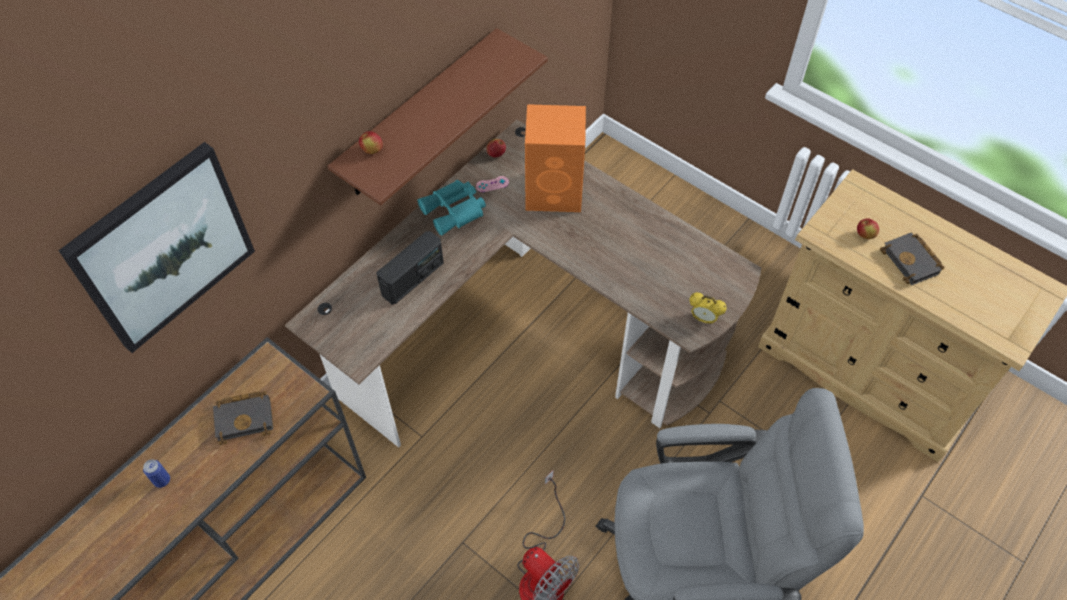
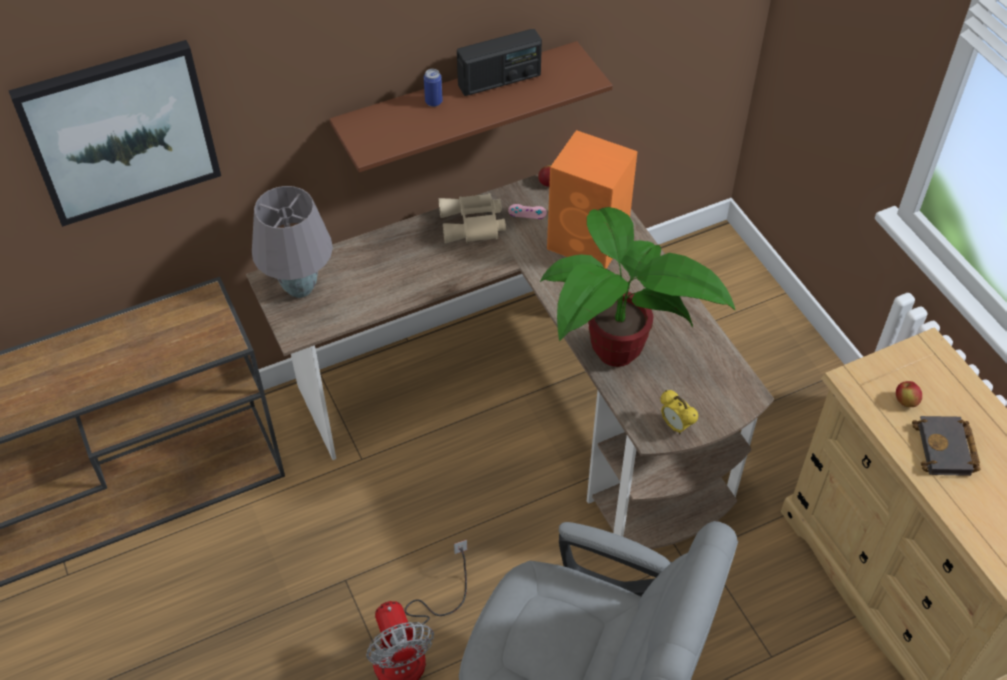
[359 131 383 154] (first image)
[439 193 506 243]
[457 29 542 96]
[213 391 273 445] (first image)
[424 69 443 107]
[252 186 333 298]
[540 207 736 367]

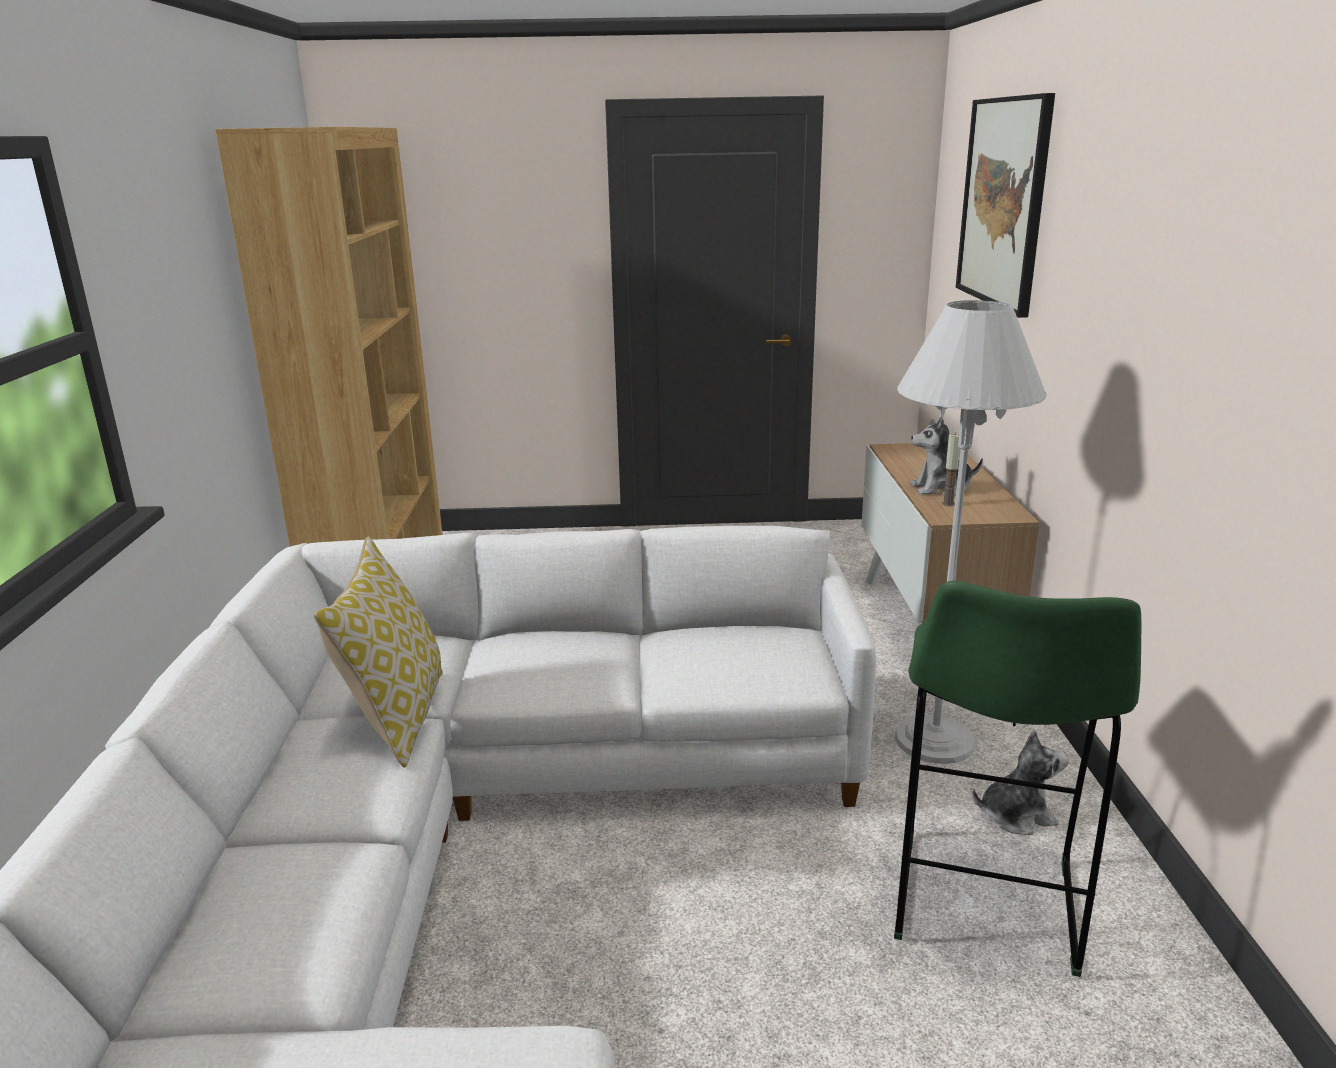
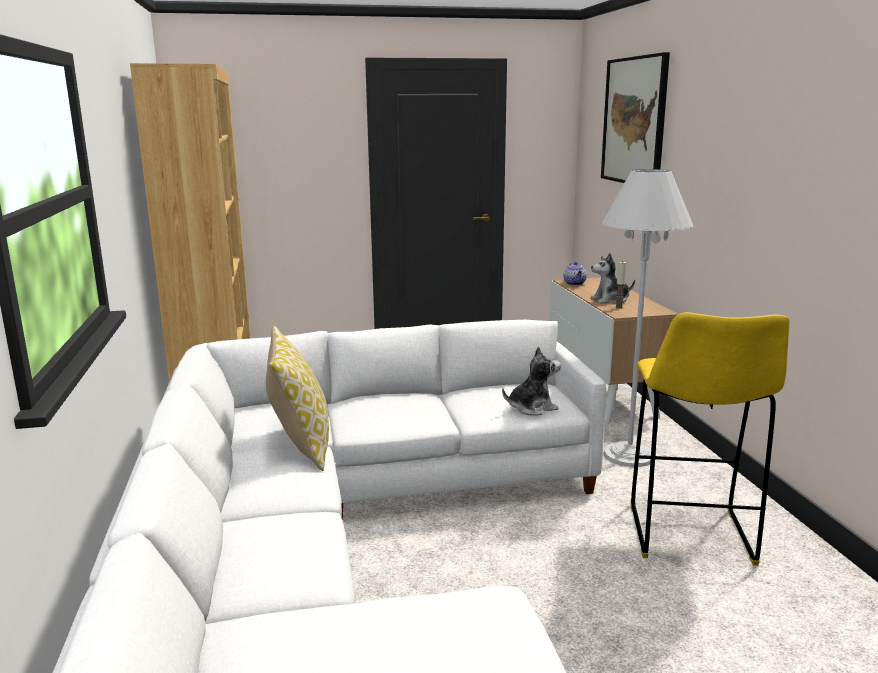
[631 312 790 566]
[502 346 561 415]
[563 262 587 286]

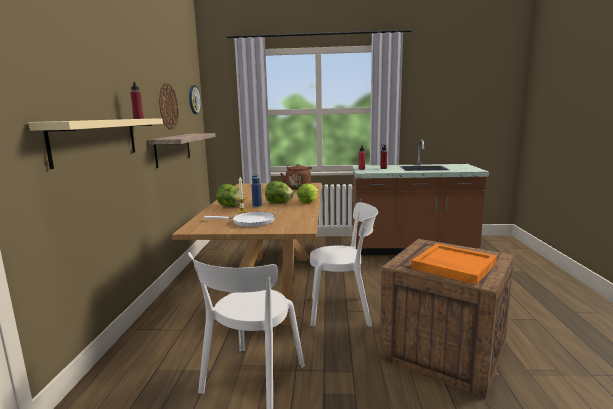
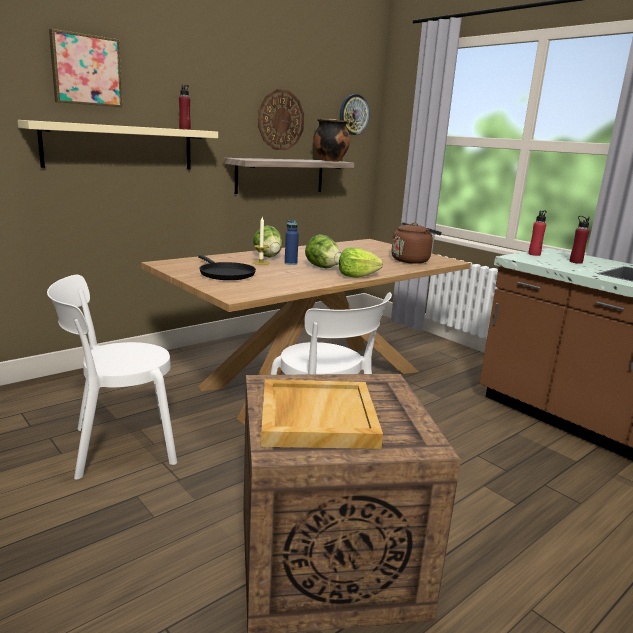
[198 255 256 280]
[261 379 383 449]
[49 29 122 107]
[313 119 350 162]

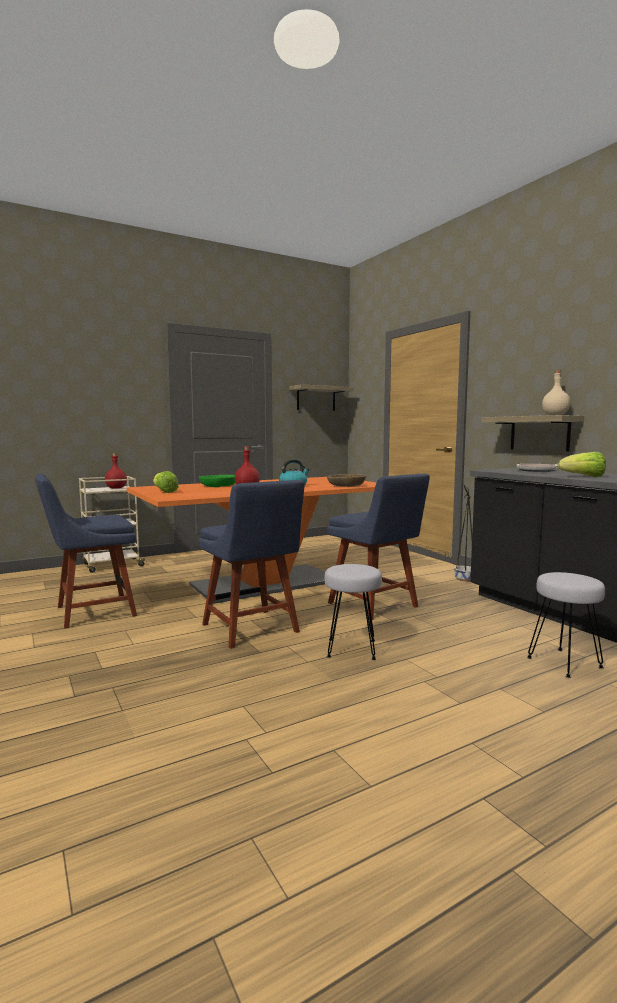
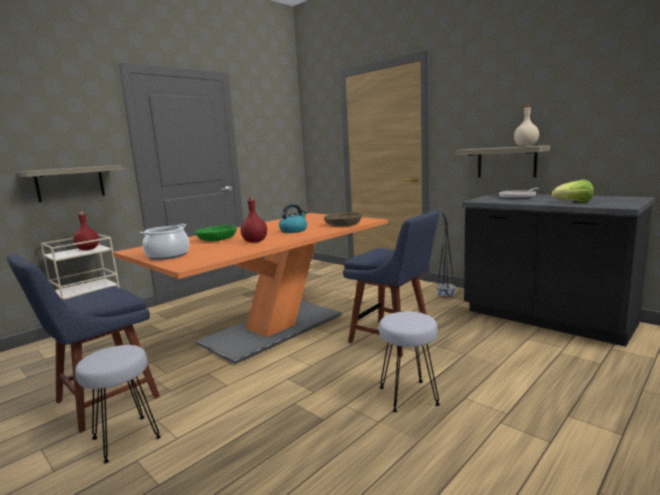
[18 165 123 203]
[140 224 189 260]
[199 480 305 649] (first image)
[75 345 161 463]

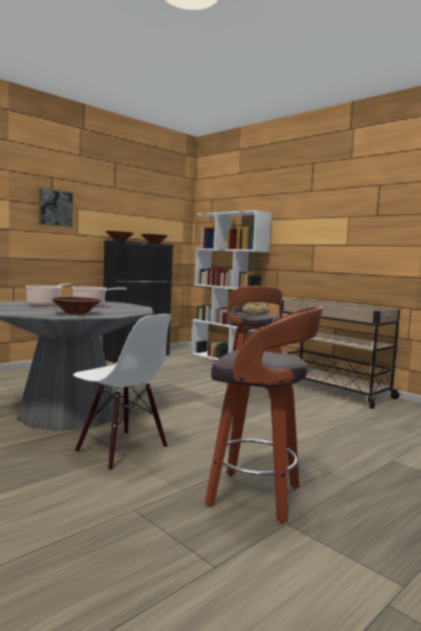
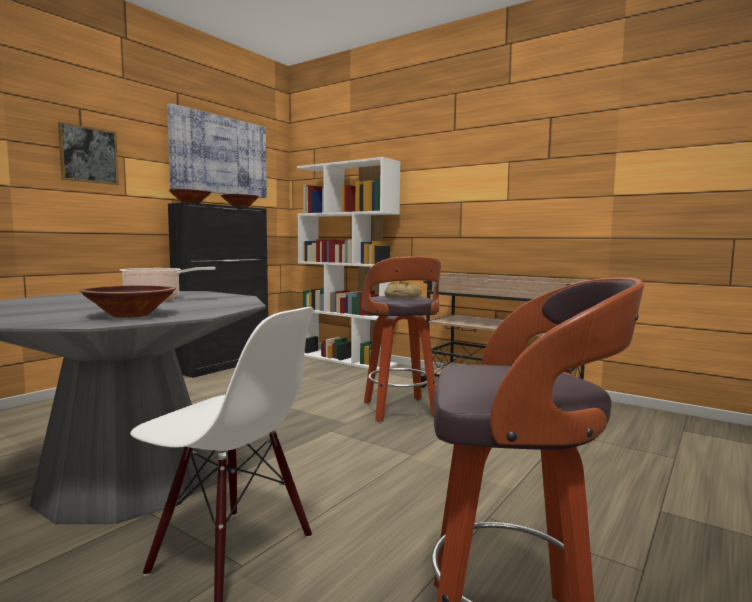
[25 283 71 307] (first image)
[167 103 267 198]

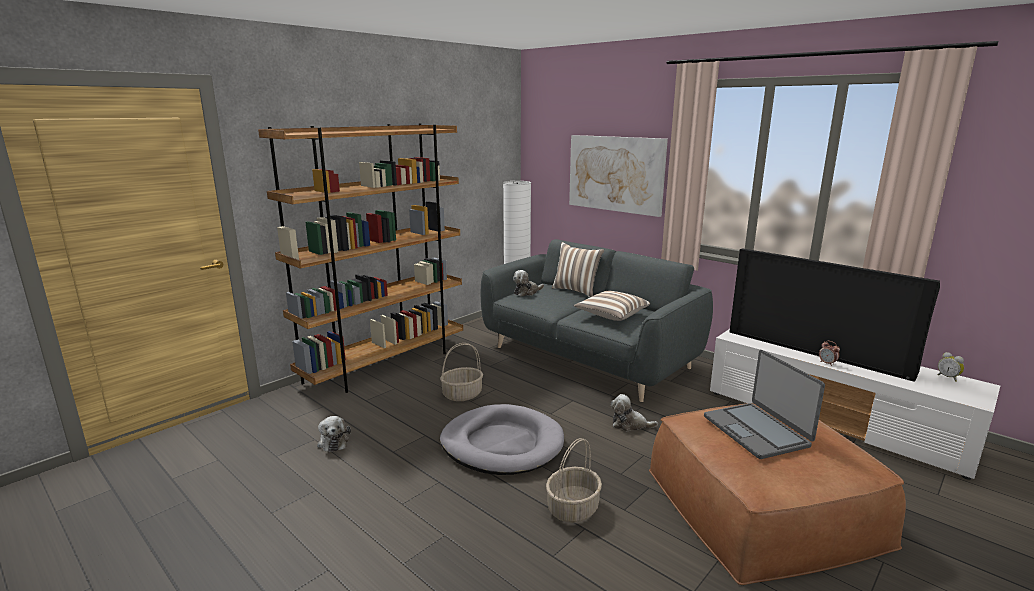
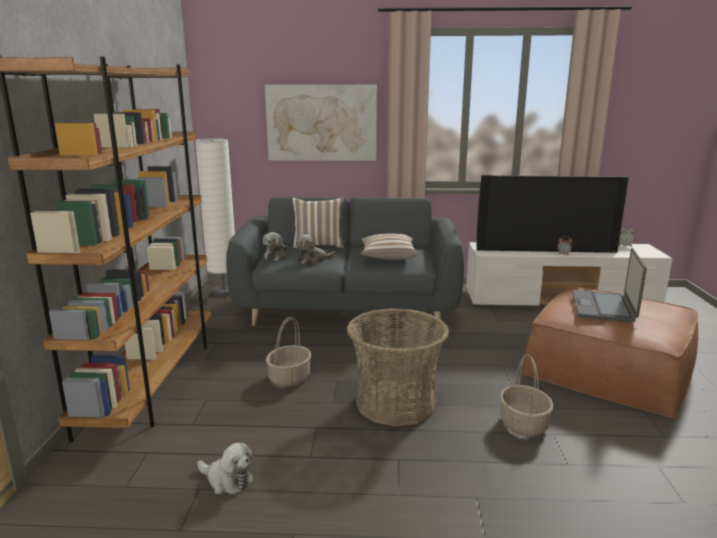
[573 248 647 323]
[296 235 335 264]
[347 308 449 427]

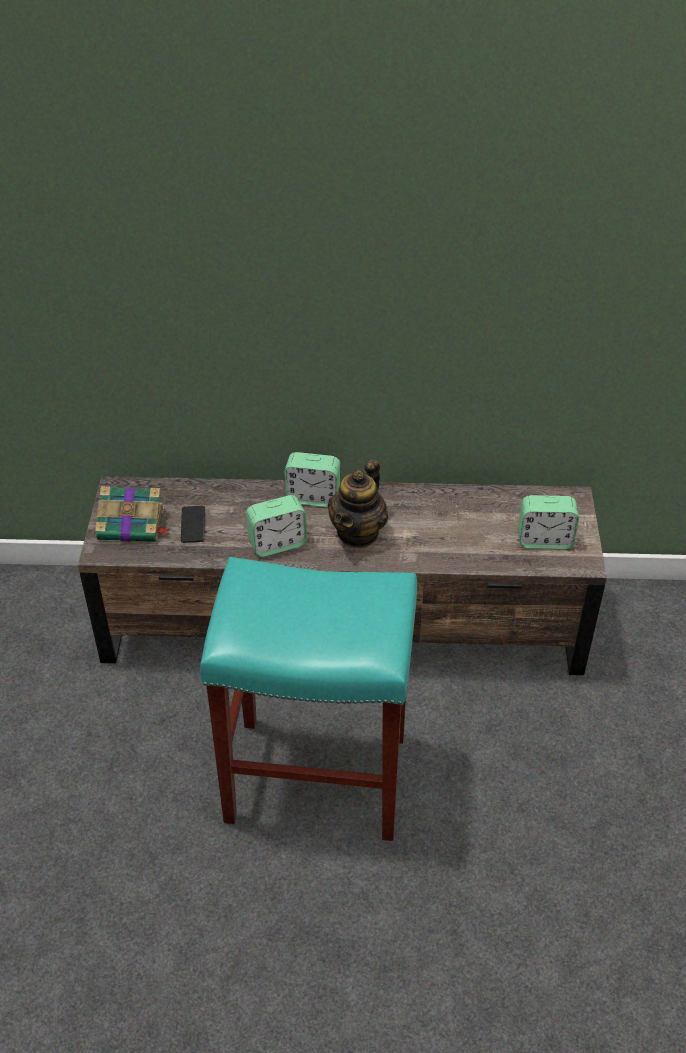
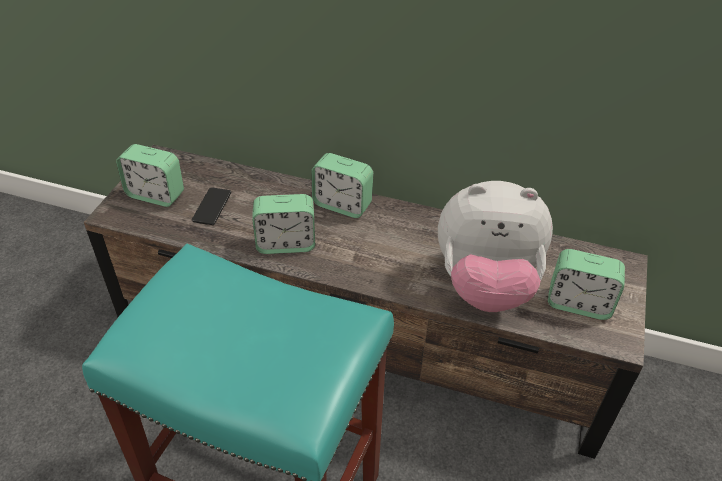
[328 459 388 548] (first image)
[116 144 184 207]
[438 181 553 312]

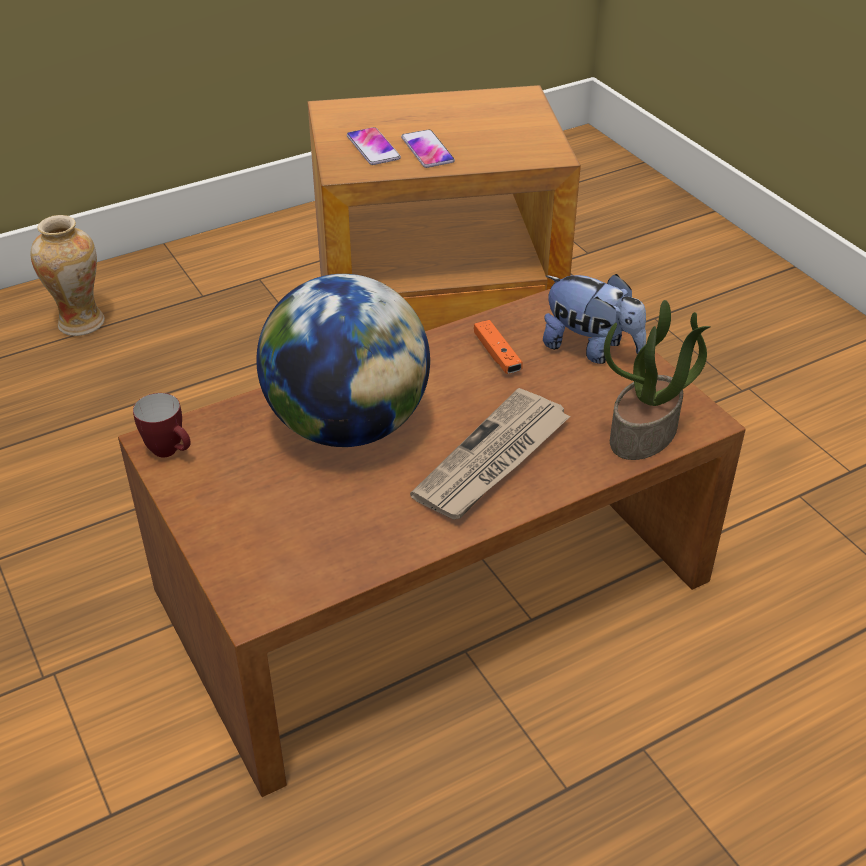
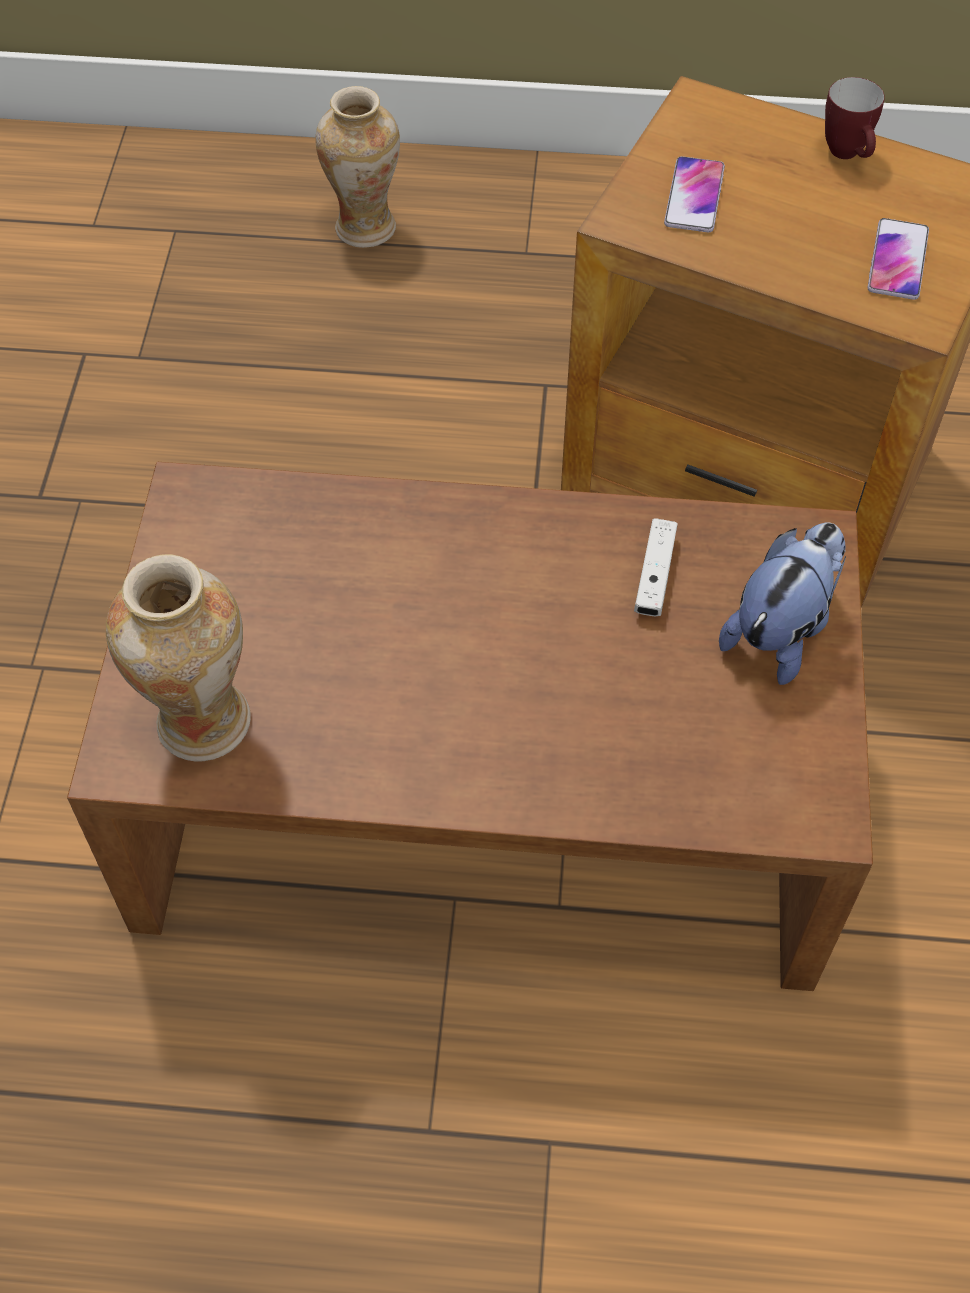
[868 218 929 300]
[256 274 430 447] (first image)
[719 523 846 685]
[604 300 711 460] (first image)
[634 519 678 616]
[410 388 571 520] (first image)
[825 77 885 159]
[106 554 251 762]

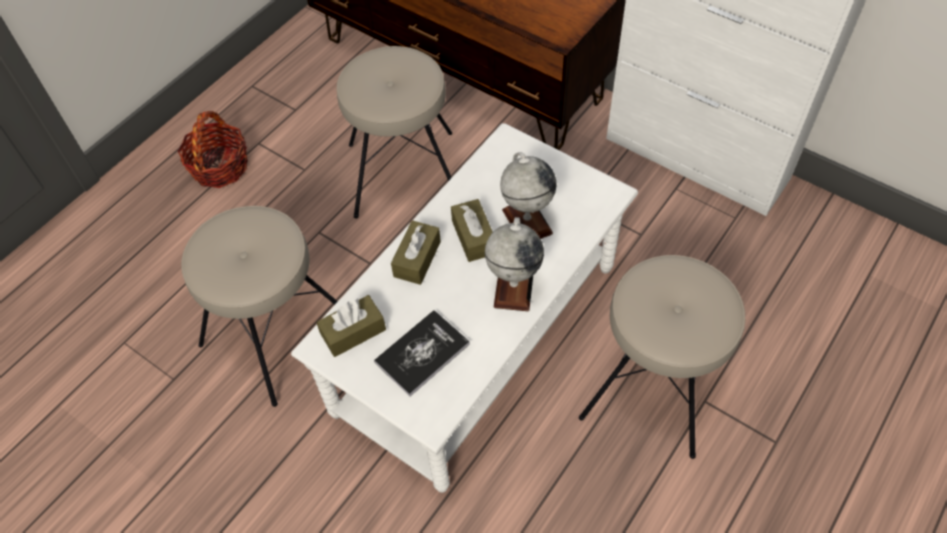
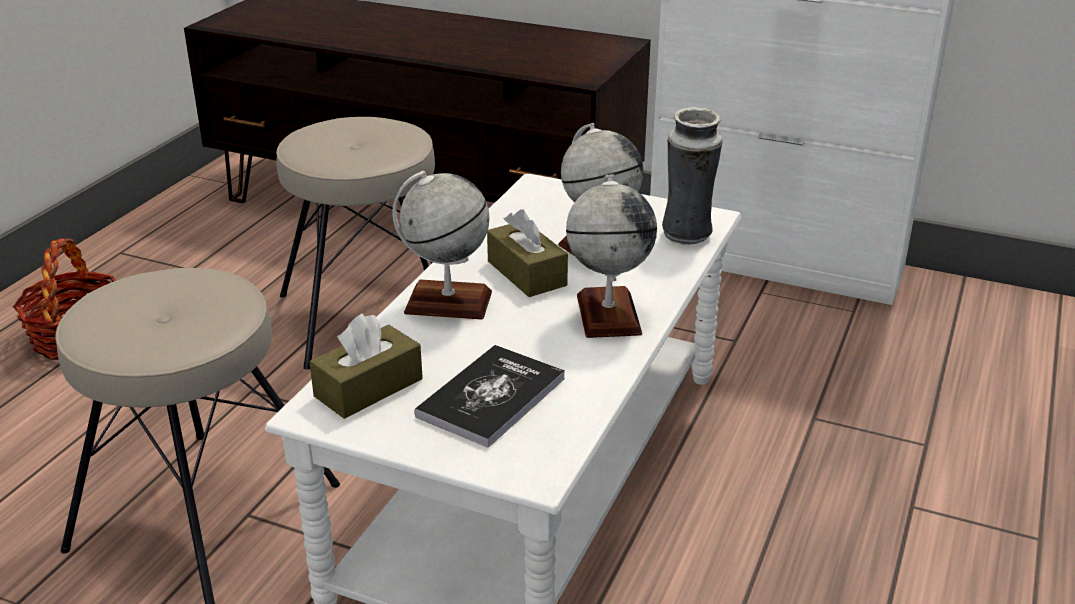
[392 171 492 319]
[579 255 745 459] (first image)
[662 107 722 245]

